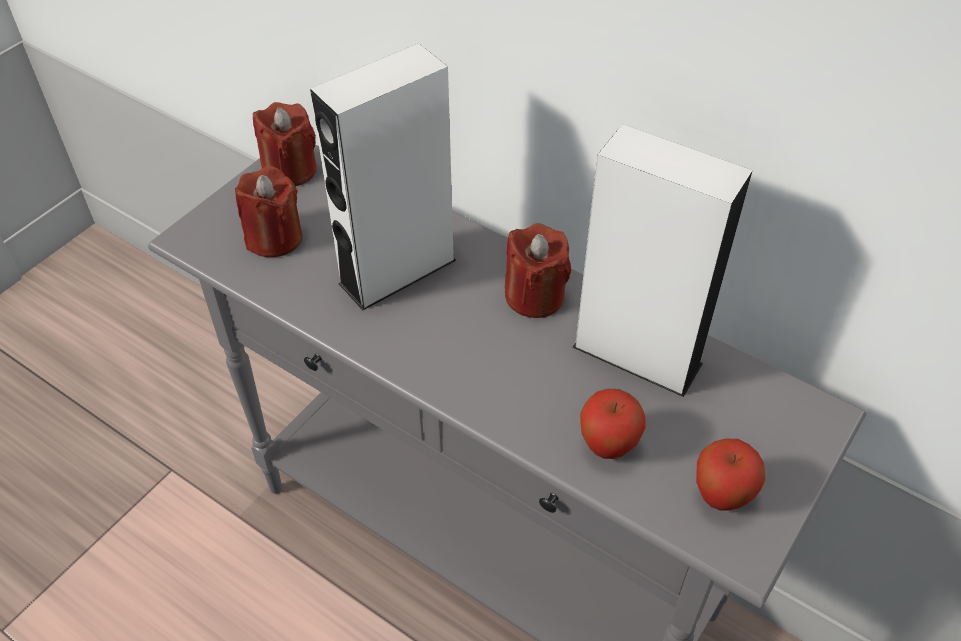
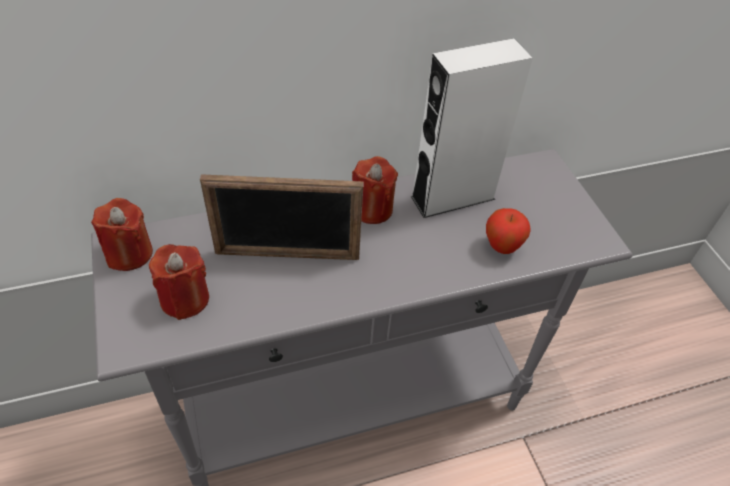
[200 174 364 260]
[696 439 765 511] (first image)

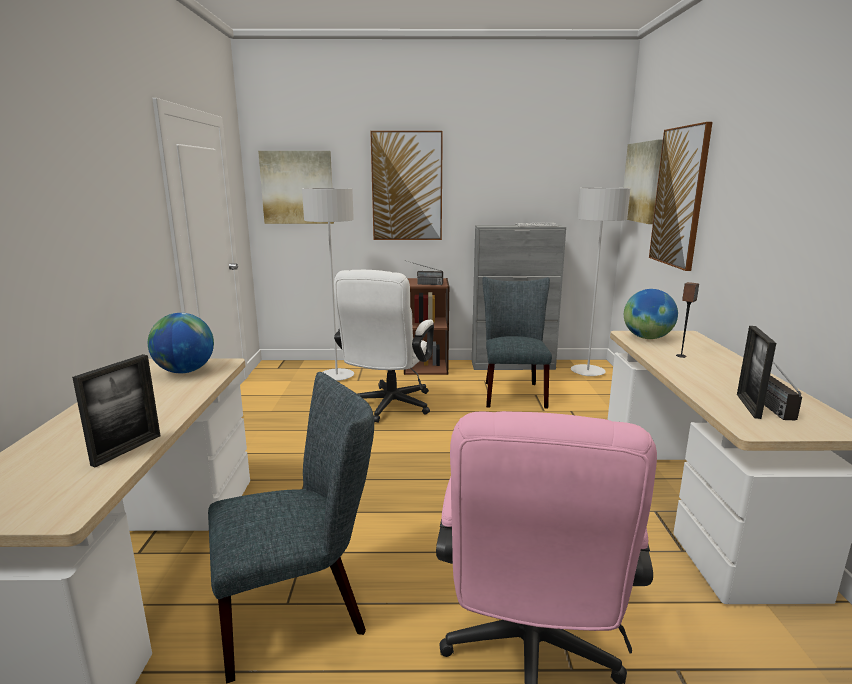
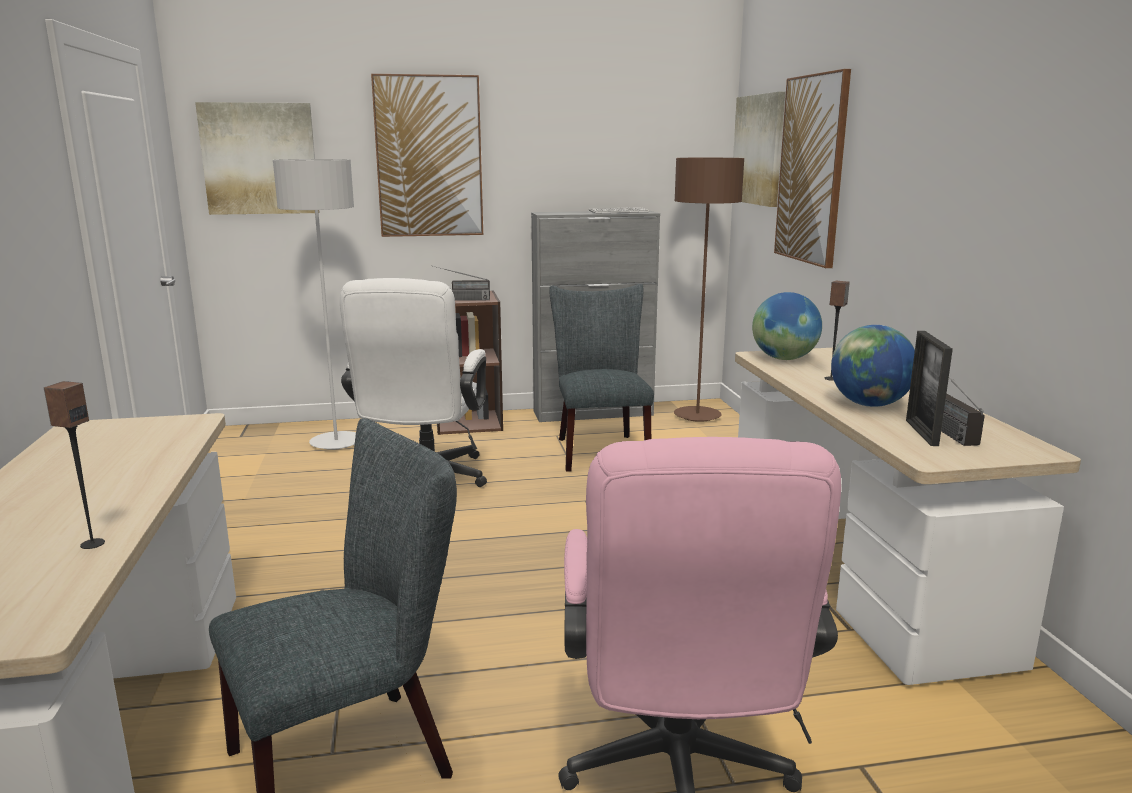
[674 158 744 422]
[831 325 915 407]
[44 381 105 549]

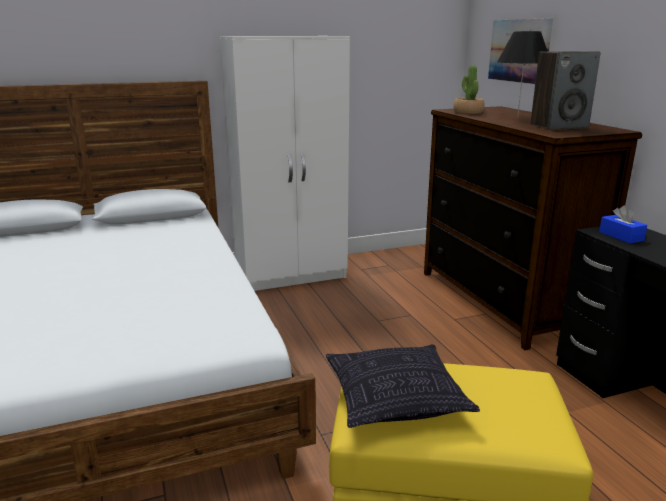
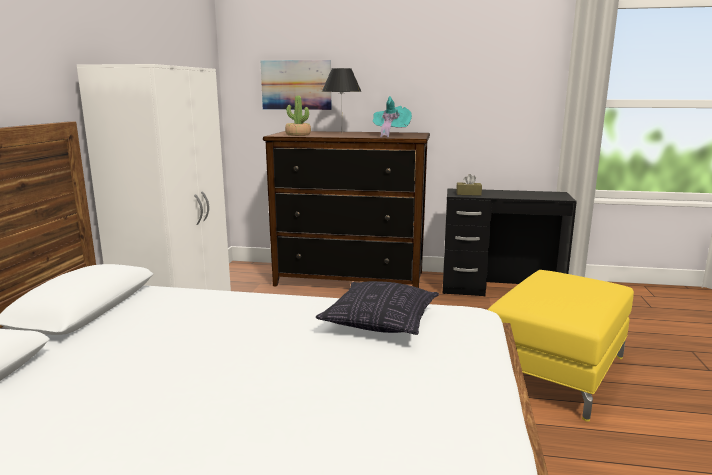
[373 96 412 137]
[456 174 482 196]
[316 281 439 335]

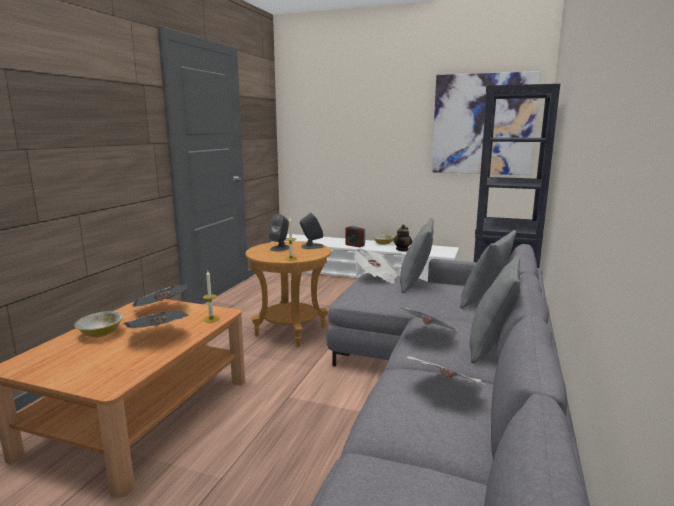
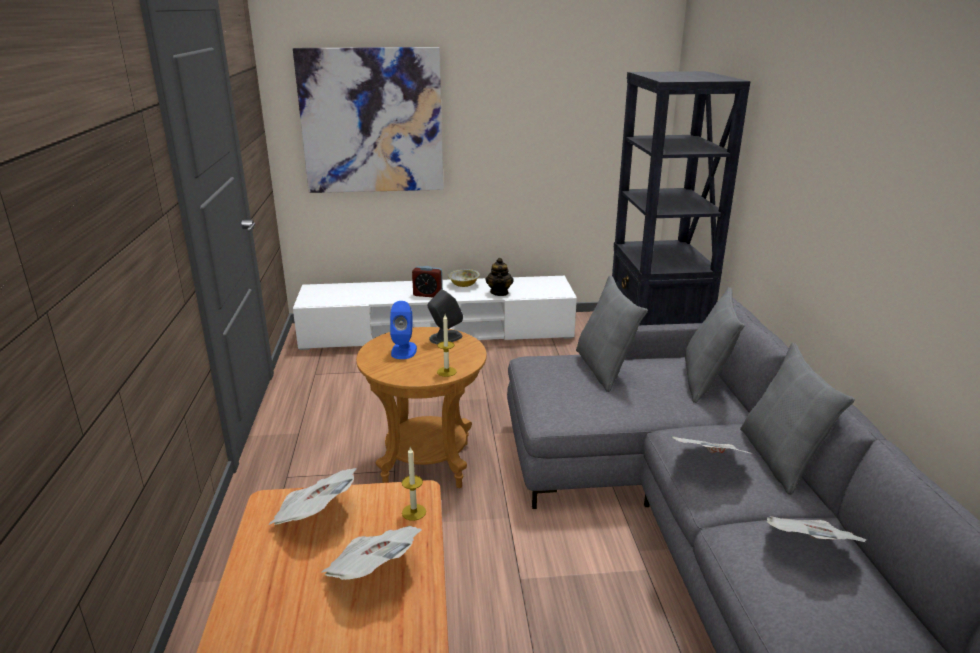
[293 47 444 193]
[390 301 417 359]
[354 248 398 283] (first image)
[74 311 123 337] (first image)

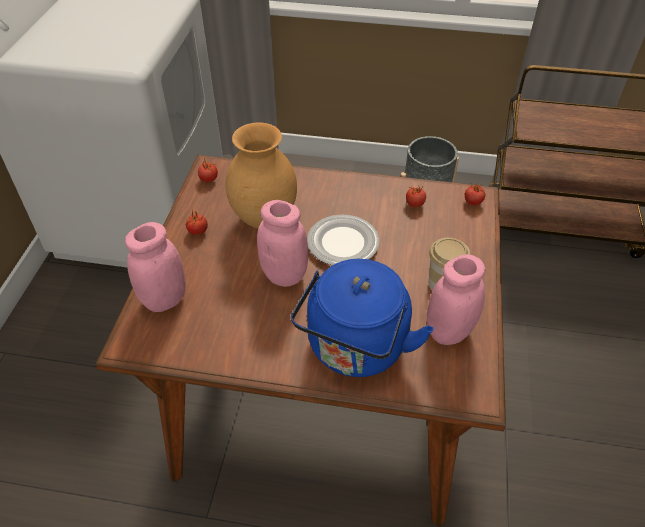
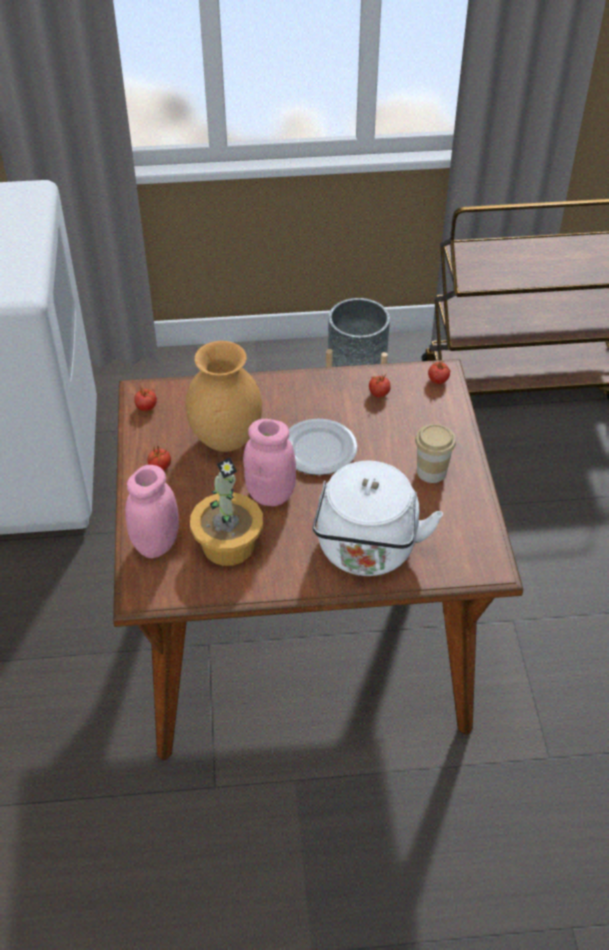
[427 254 485 345] (first image)
[313 461 443 576]
[190 457 263 566]

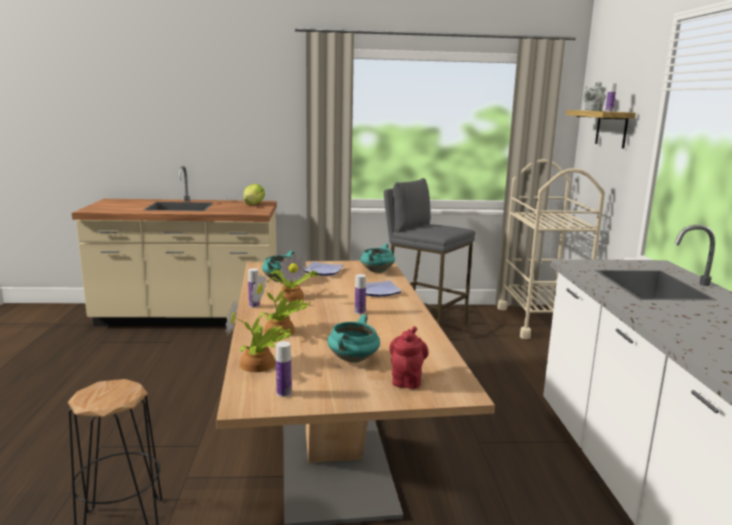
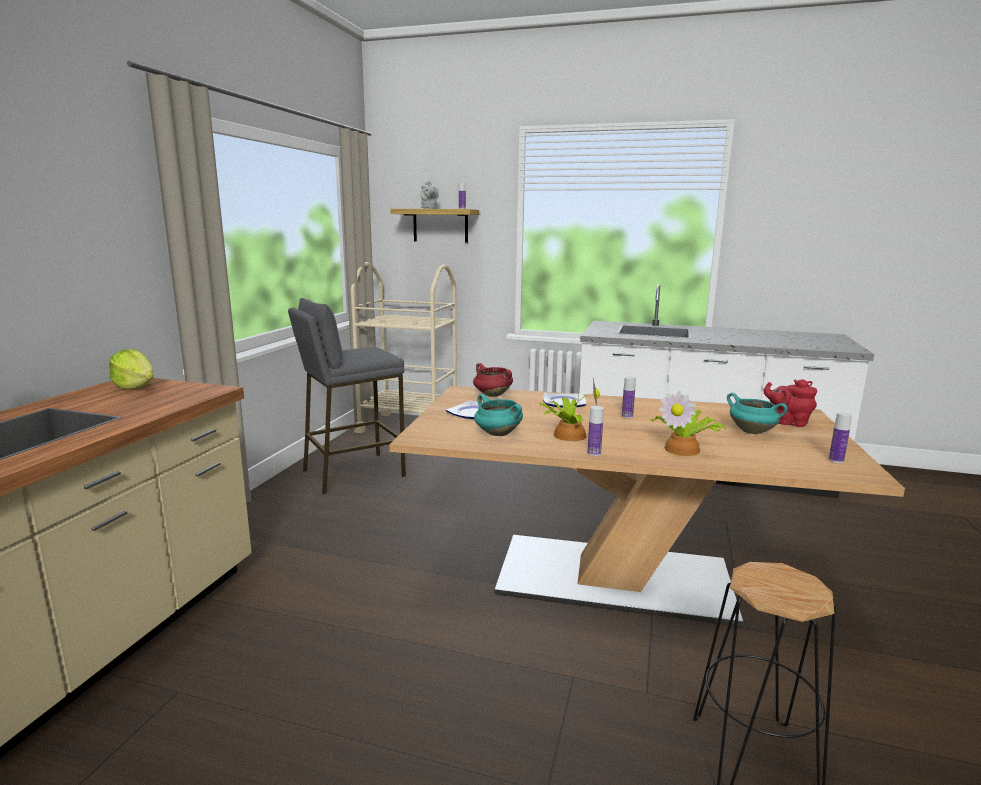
[473 363 513 397]
[225 300 291 372] (first image)

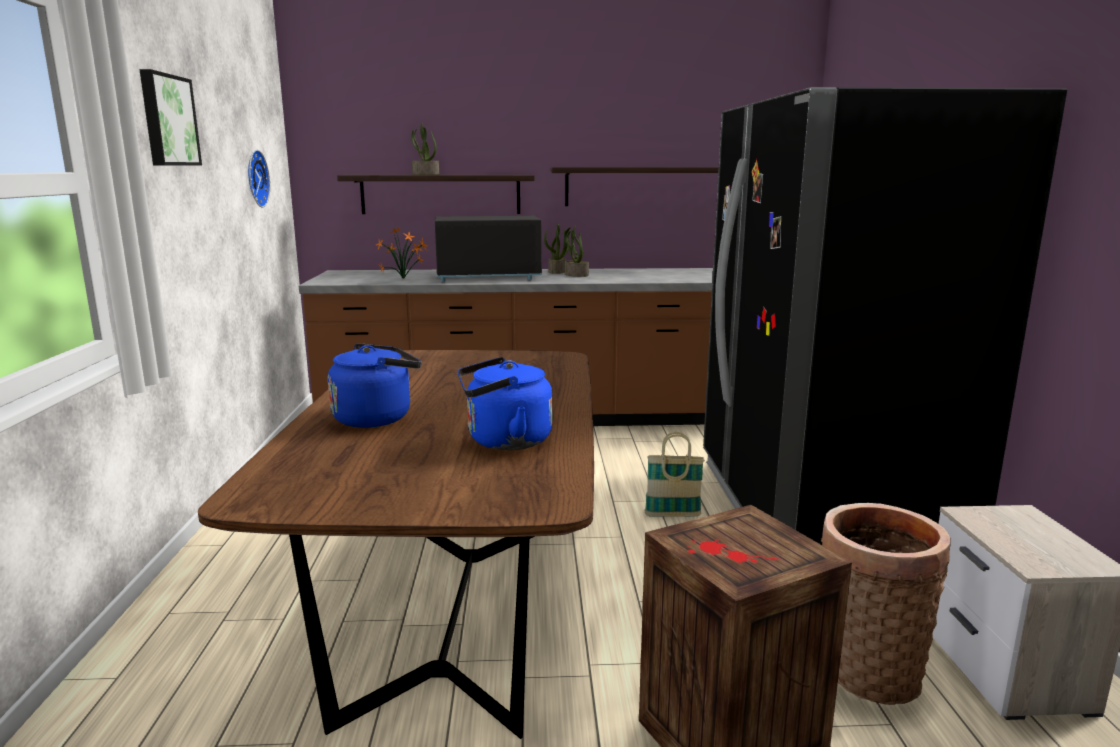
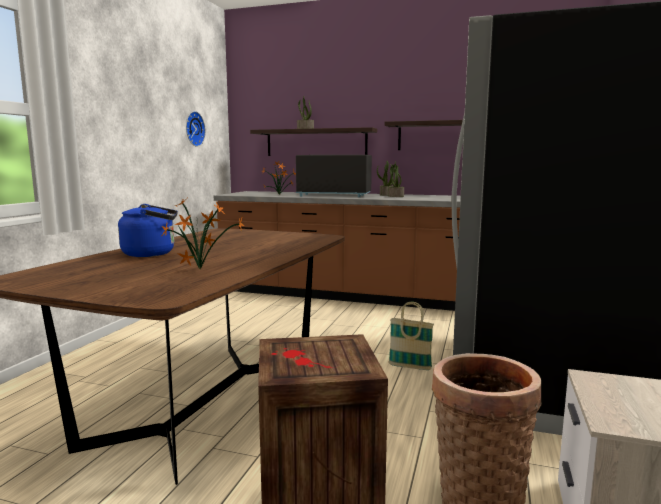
[139 69 202 166] (first image)
[161 199 244 269]

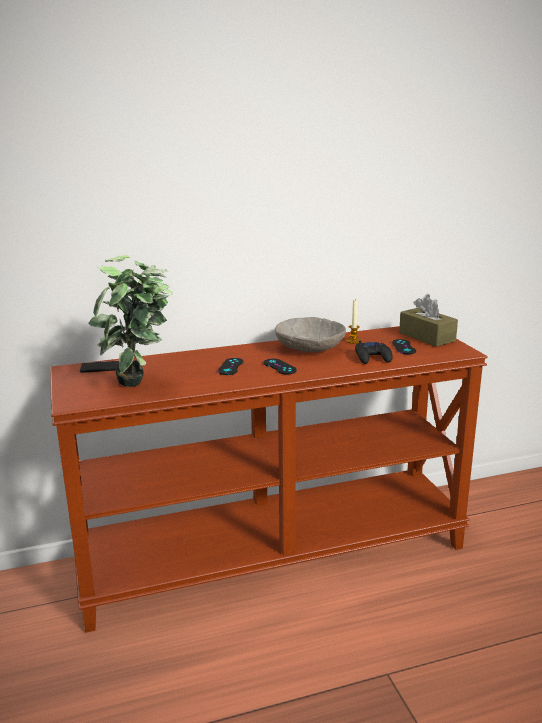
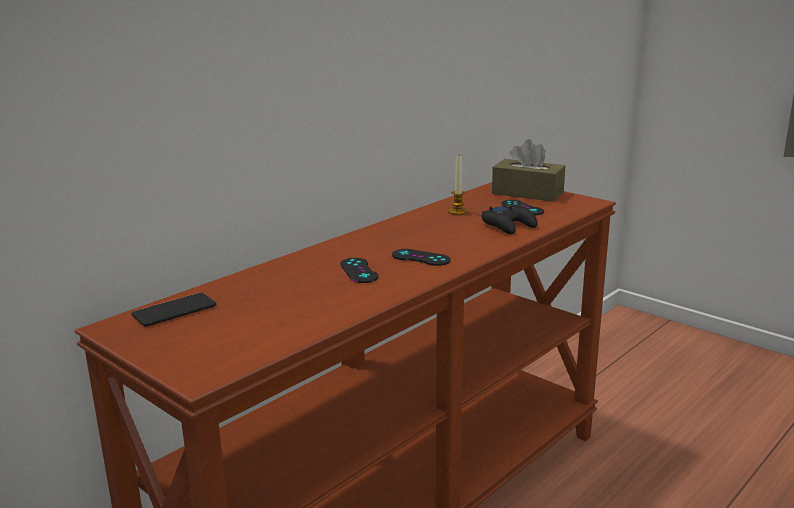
[88 255 173 387] (first image)
[275 317 346 352] (first image)

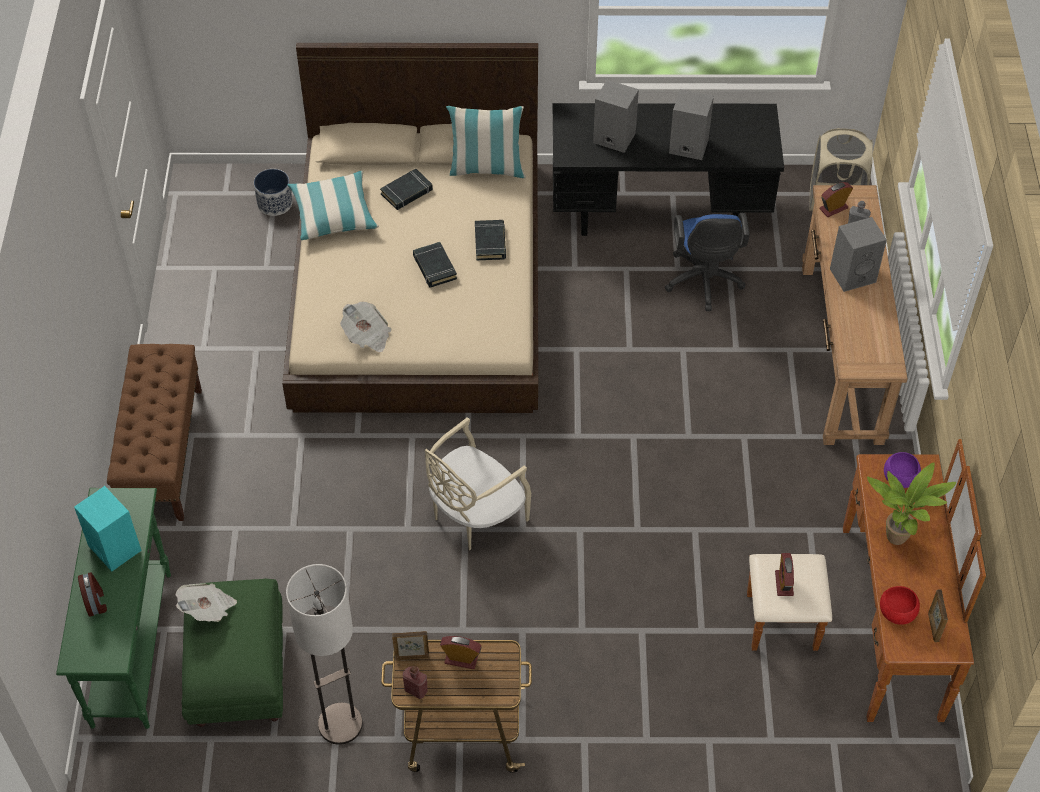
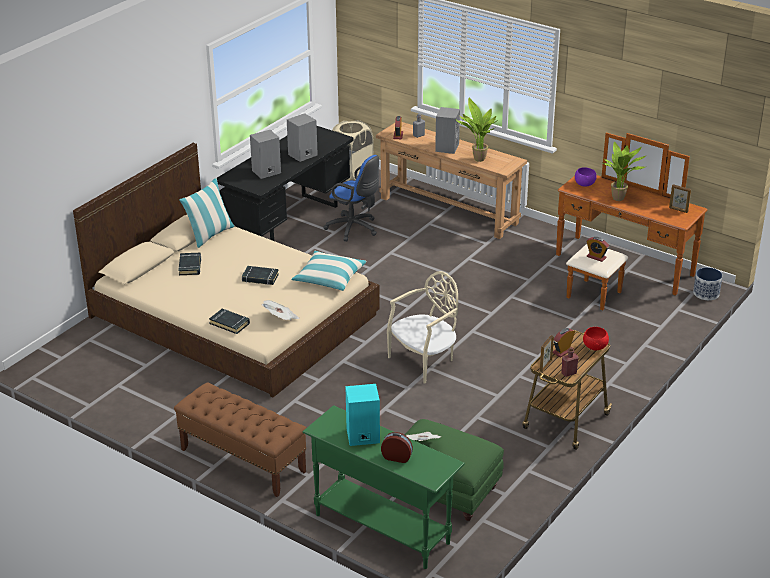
[693 267 722 300]
[292 251 366 291]
[209 309 250 334]
[387 271 458 384]
[286 564 363 745] (first image)
[583 327 609 350]
[455 98 498 162]

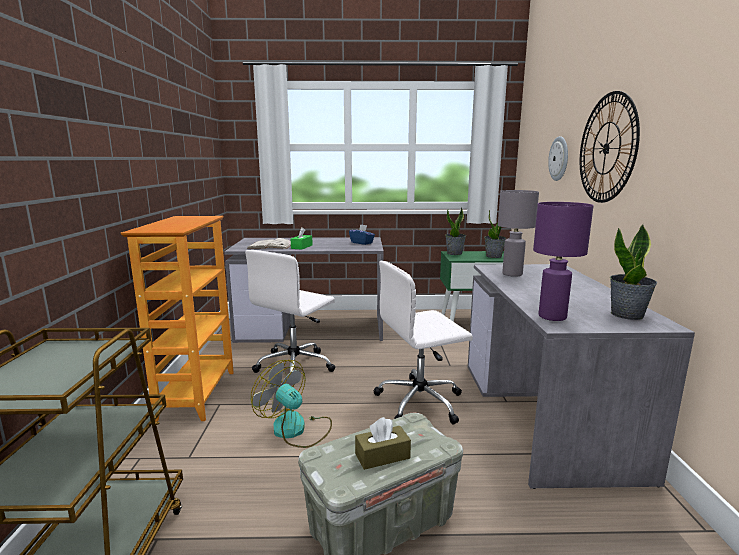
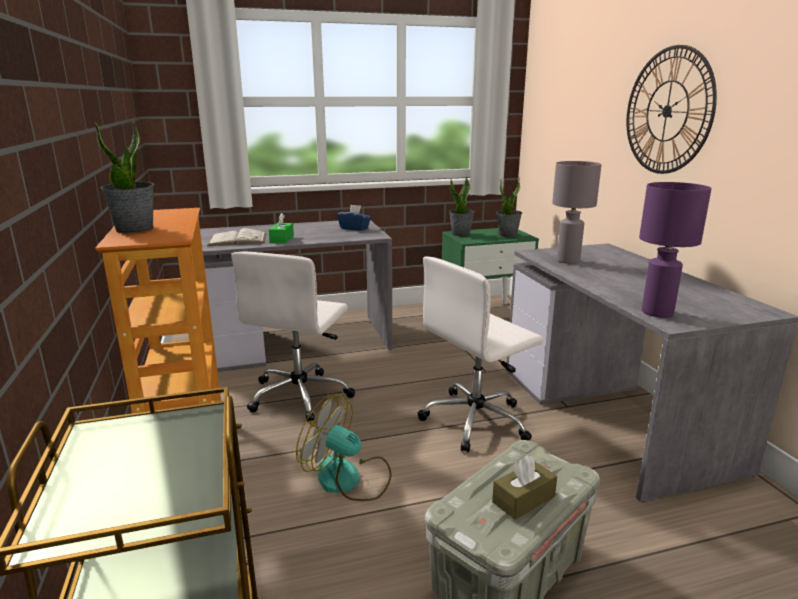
[548 136 568 181] (first image)
[95 118 154 233]

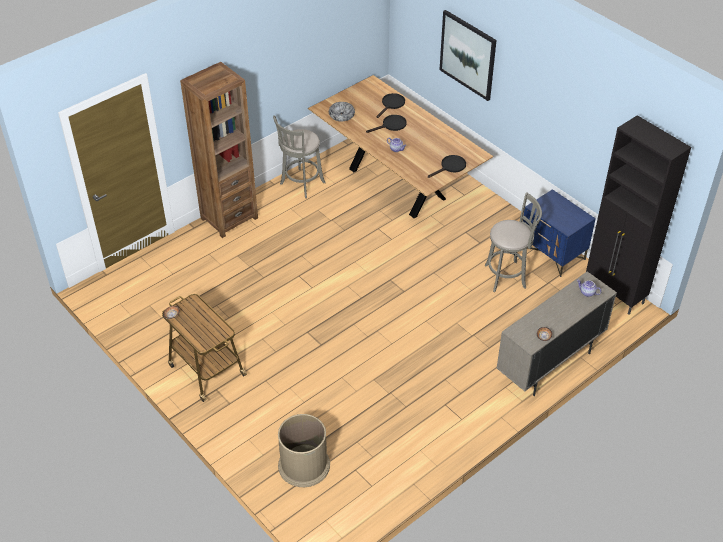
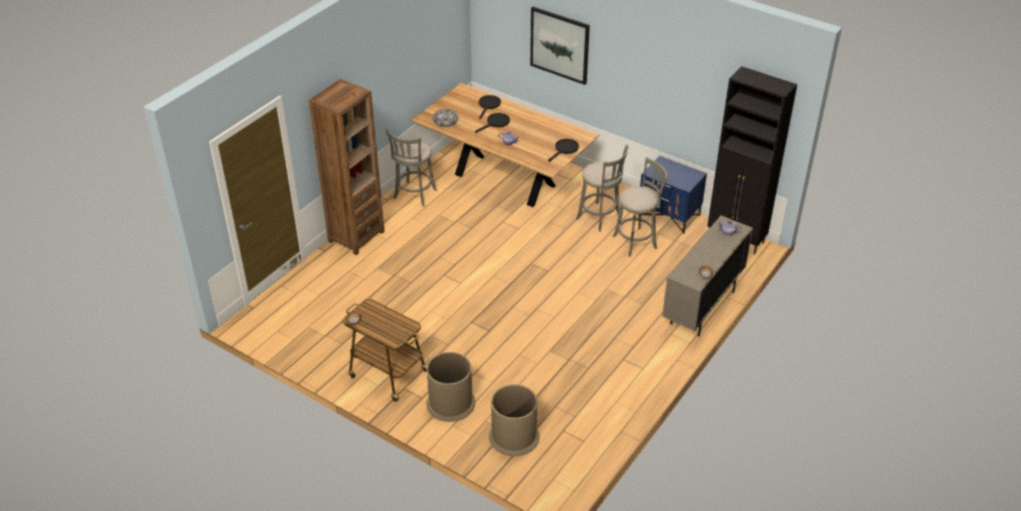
[576 145 629 231]
[426 352 475 422]

